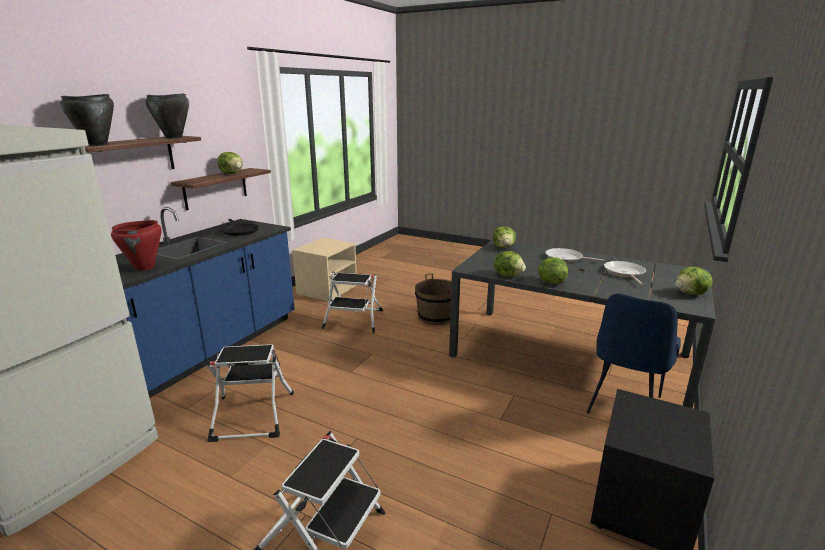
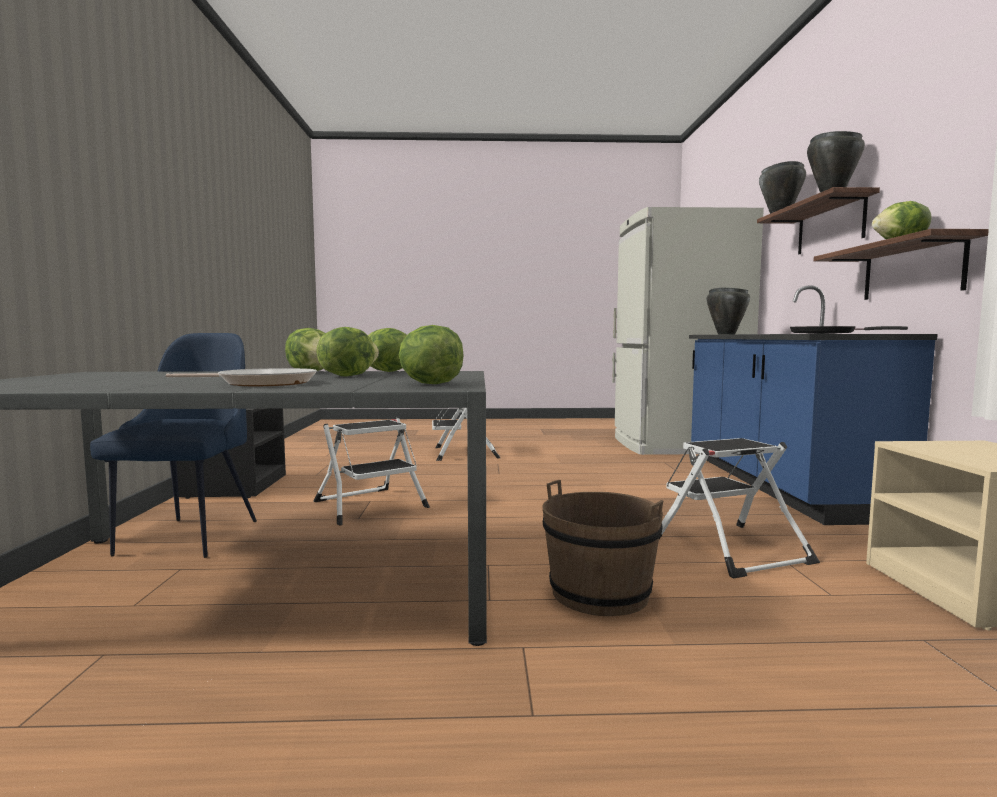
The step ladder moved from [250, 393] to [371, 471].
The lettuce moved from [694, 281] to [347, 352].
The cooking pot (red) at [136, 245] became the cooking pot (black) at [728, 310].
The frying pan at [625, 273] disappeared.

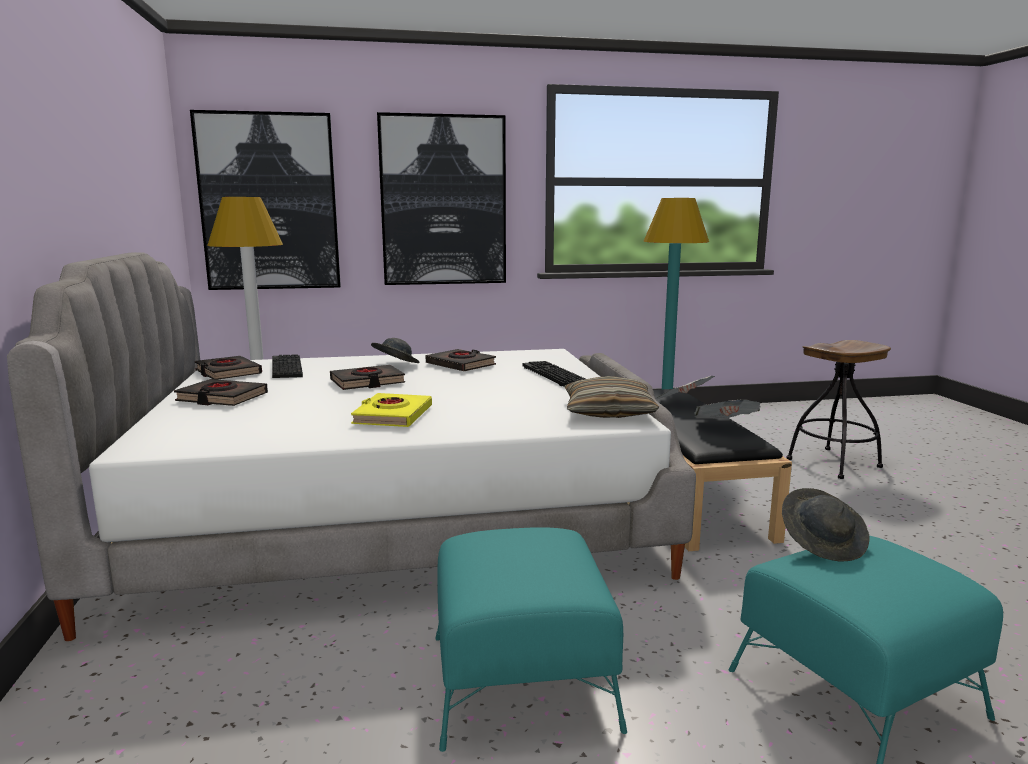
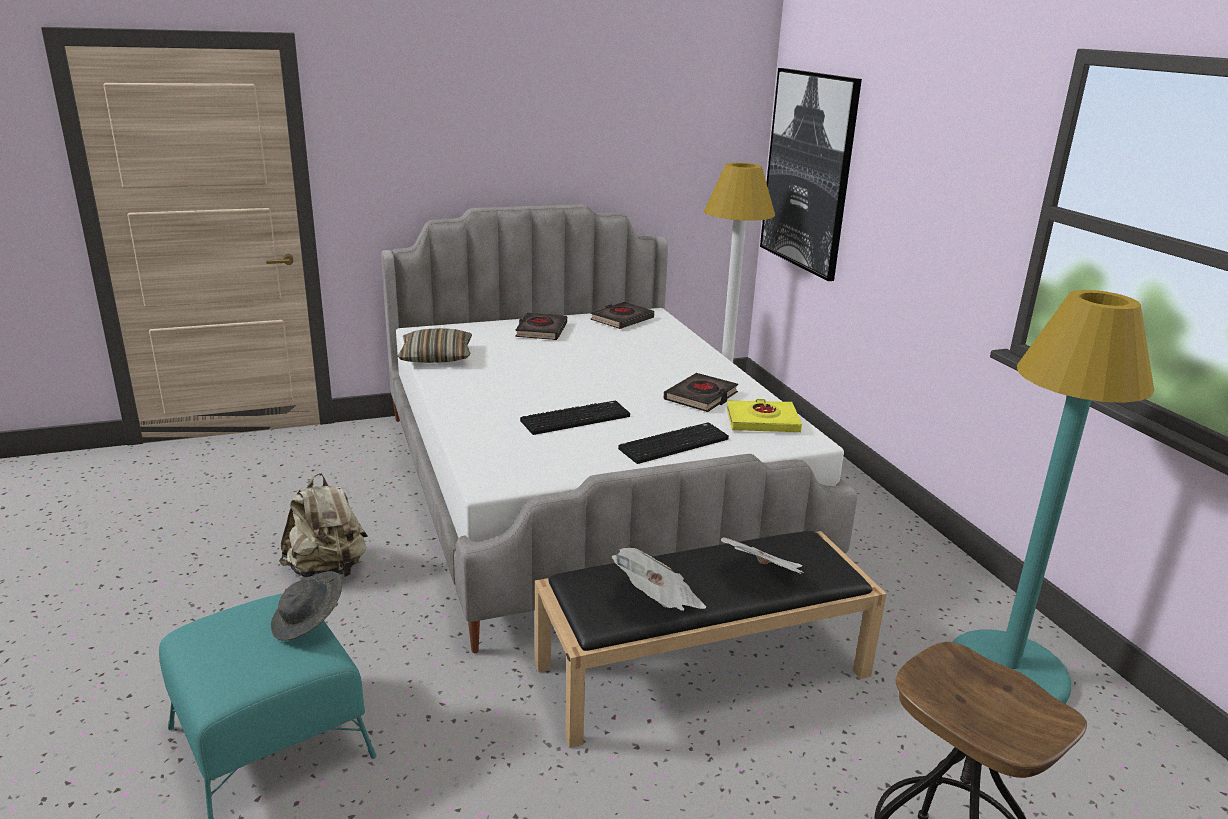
The ottoman (turquoise) at [531, 639] was replaced by the backpack (beige) at [323, 525].
The pillow moved from [611, 397] to [435, 345].
The keyboard moved from [287, 366] to [575, 417].
The book (yellow) moved from [391, 410] to [764, 415].
The book (black) at [367, 377] disappeared.
The hat (grey) at [395, 350] disappeared.
The picture at [441, 198] disappeared.

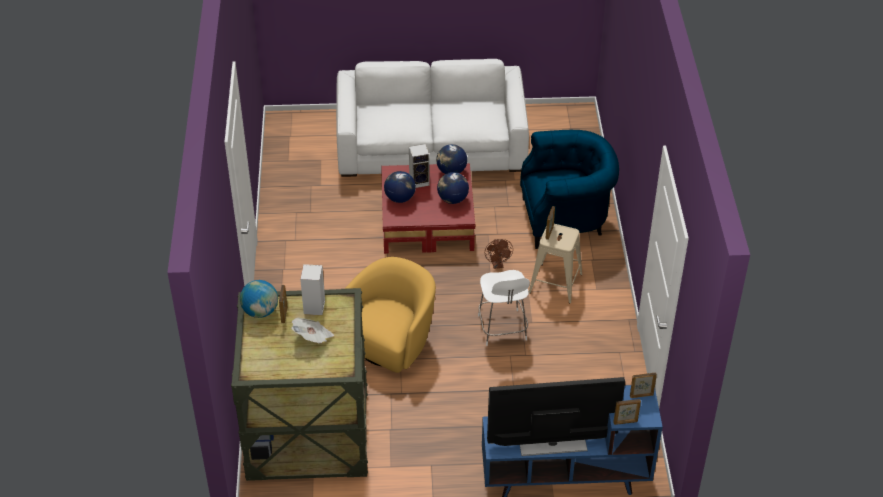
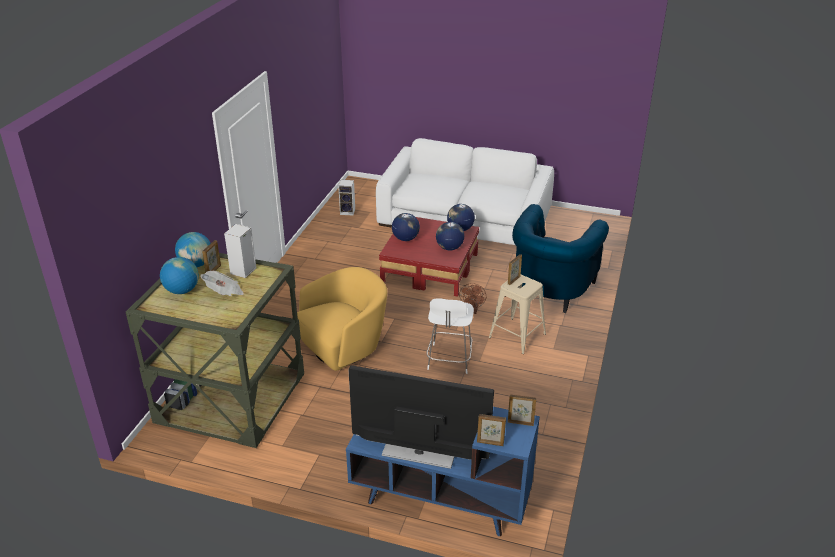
The globe at [179, 275] appeared.
The speaker moved from [419, 166] to [346, 198].
The armchair (blue) at [569, 189] turned 105 degrees clockwise.

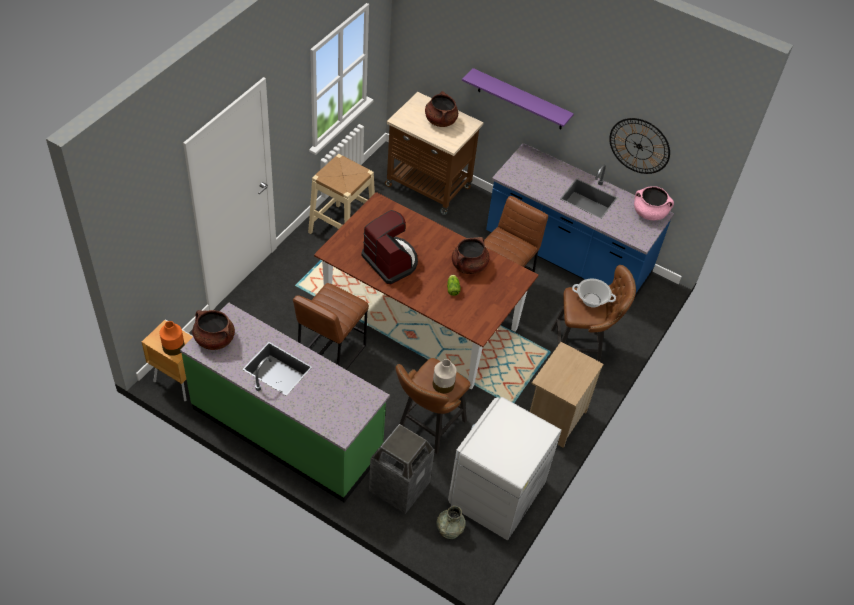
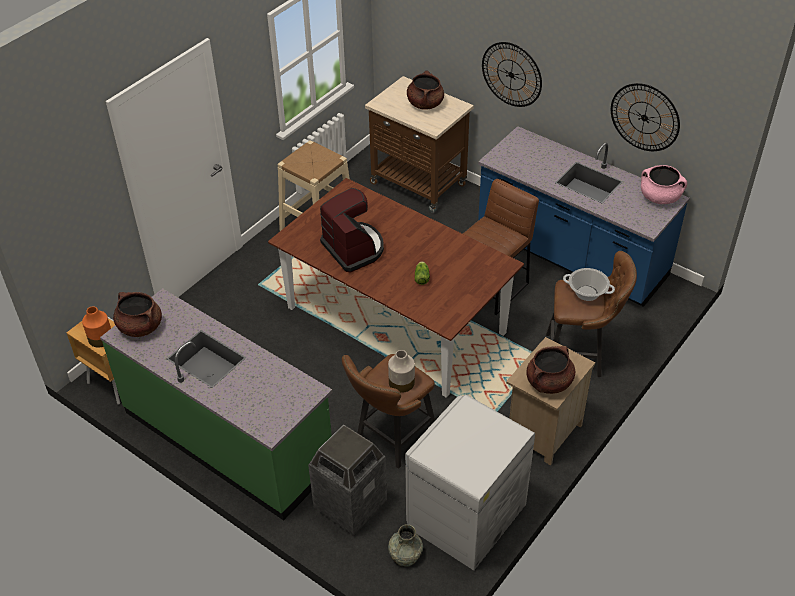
The shelf (purple) at [518, 98] was replaced by the wall clock at [512, 74].
The cooking pot (brown) moved from [471, 255] to [551, 370].
The chair (brown) at [331, 326] disappeared.

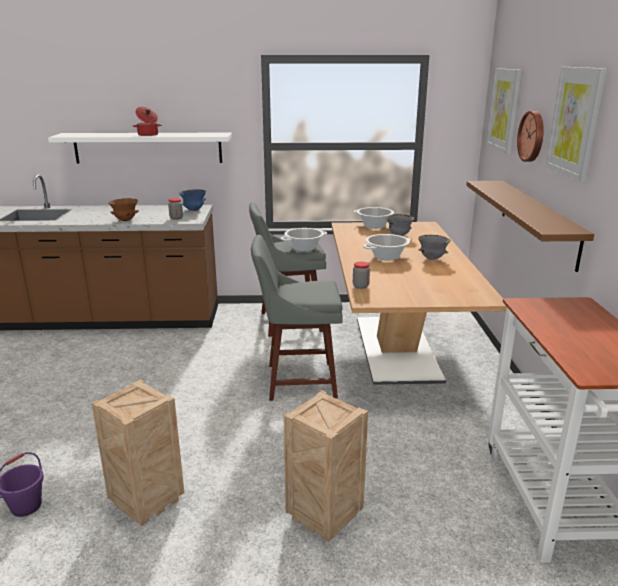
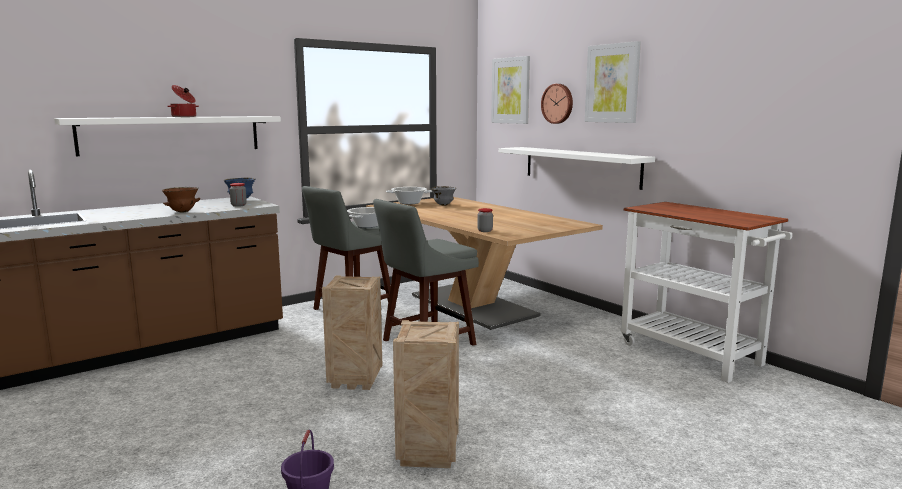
The crate moved from [325, 466] to [352, 332].
The shelf (brown) at [530, 226] became the shelf (white) at [577, 168].
The cooking pot at [387, 247] disappeared.
The bowl (grey) at [434, 247] disappeared.

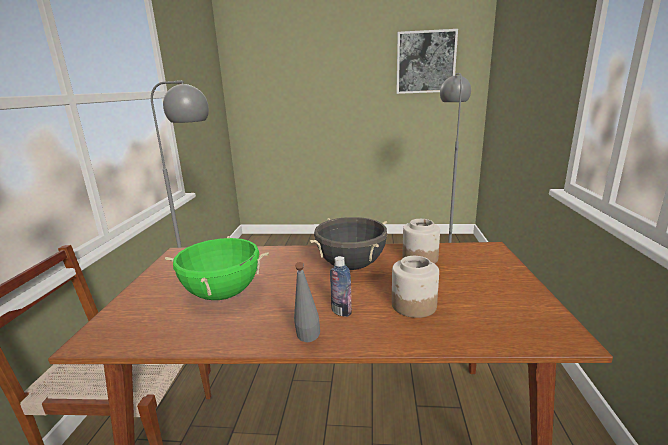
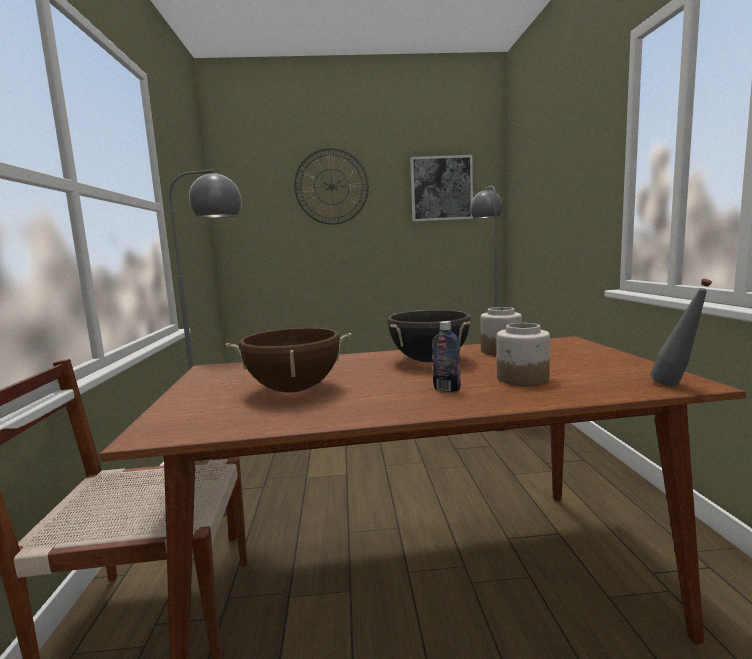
The cooking pot (green) at [217, 268] became the cooking pot (brown) at [288, 360].
The wall clock at [331, 186] appeared.
The bottle (grey) moved from [307, 302] to [681, 332].

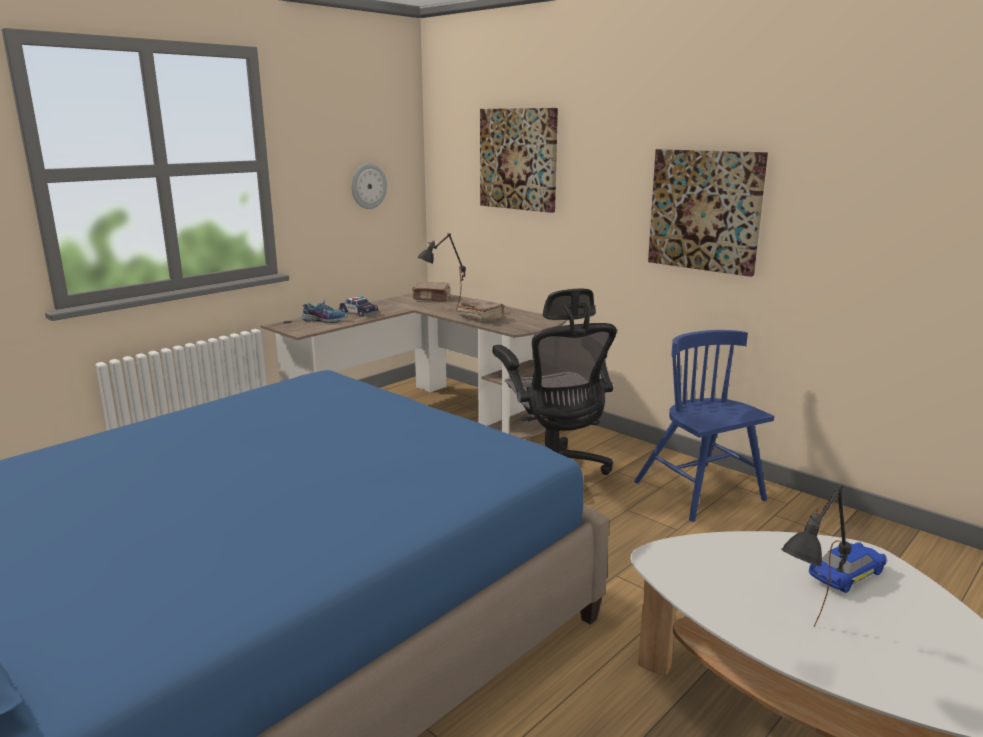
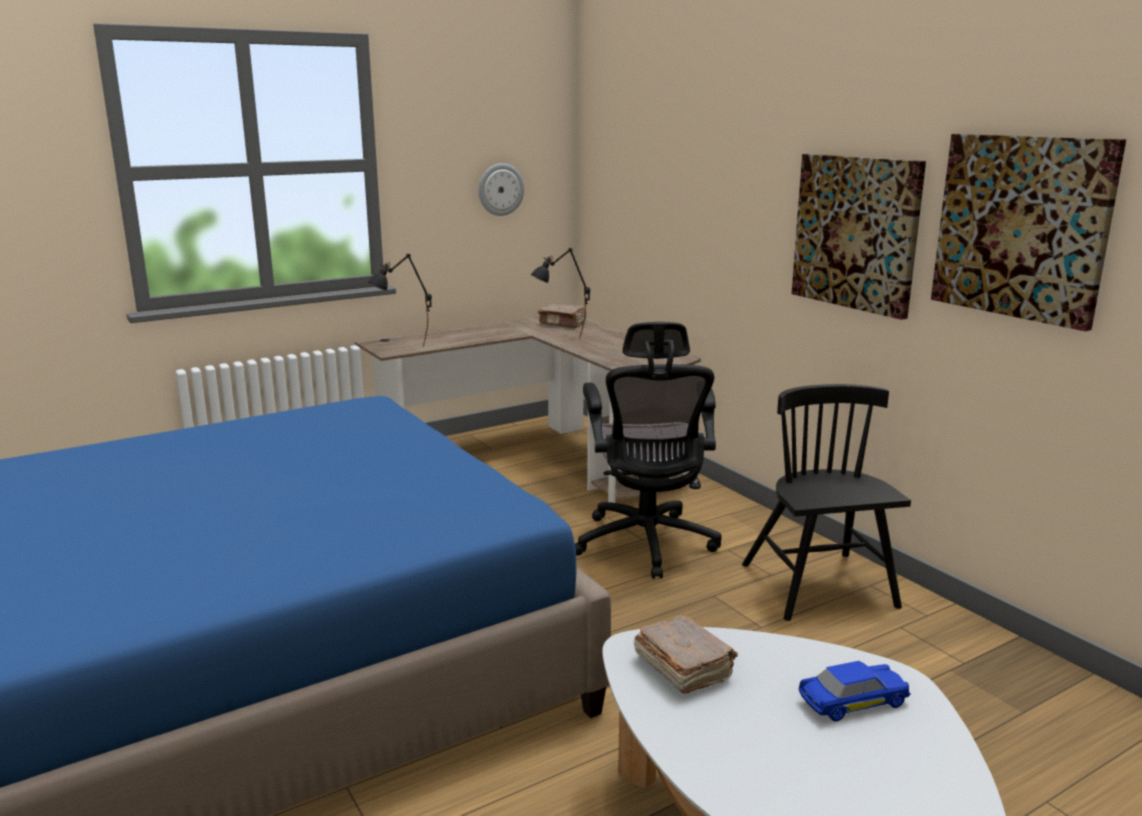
The table lamp (black) moved from [816, 556] to [399, 300].
The book (brown) moved from [481, 310] to [686, 654].
The chair (blue) at [704, 426] became the chair (black) at [826, 502].
The picture moved from [519, 160] to [1028, 232].
The shoe at [325, 311] disappeared.
The toy car at [359, 306] disappeared.

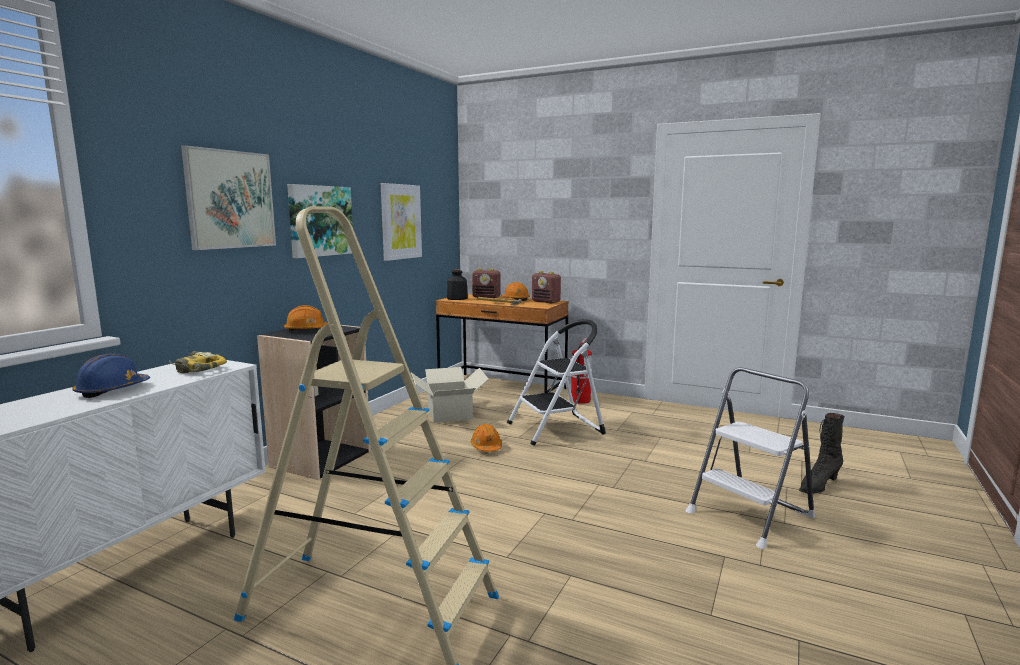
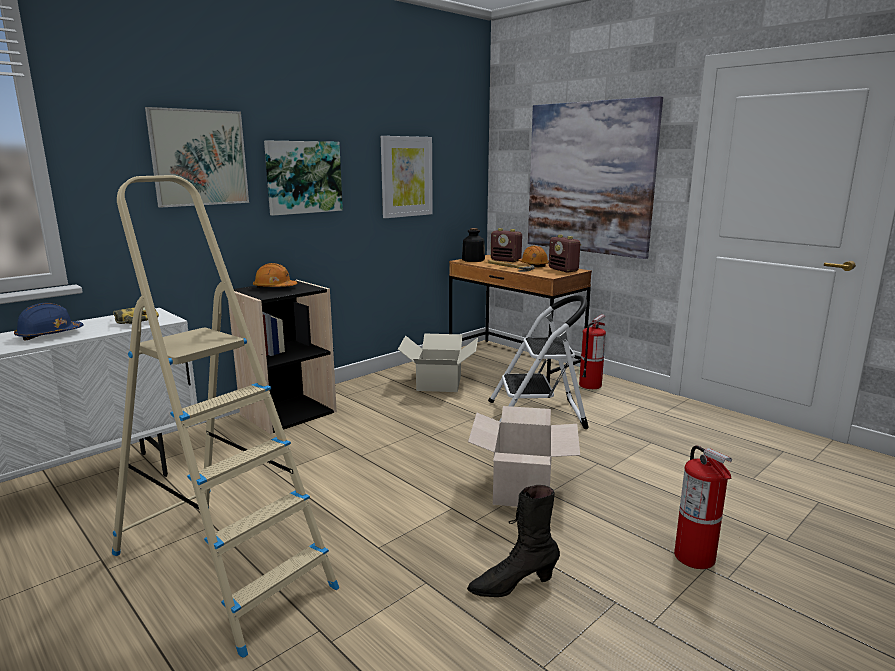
The boot (black) moved from [822, 453] to [513, 541].
The cardboard box at [524, 456] appeared.
The picture at [595, 177] appeared.
The step ladder (white) at [750, 458] was replaced by the fire extinguisher at [703, 507].
The hard hat (orange) at [486, 438] disappeared.

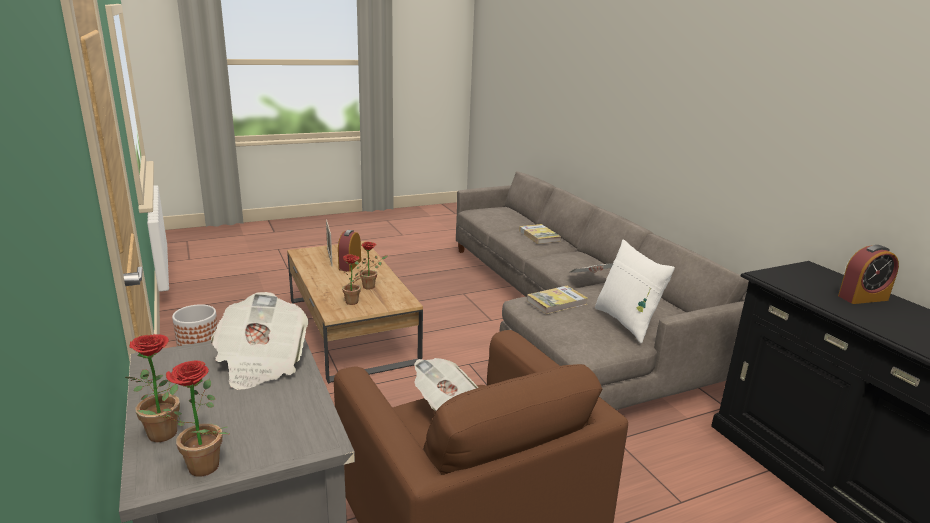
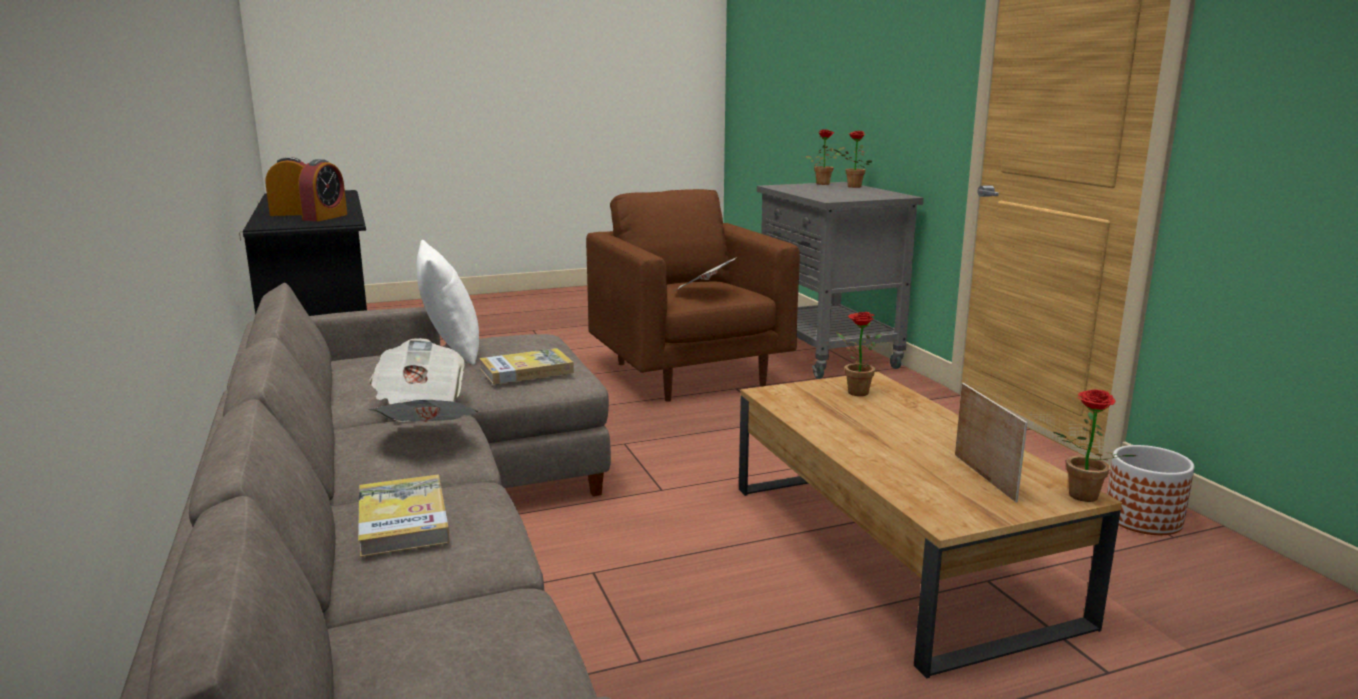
The alarm clock moved from [349, 251] to [322, 190].
The newspaper moved from [260, 341] to [423, 411].
The potted plant moved from [371, 265] to [1095, 445].

